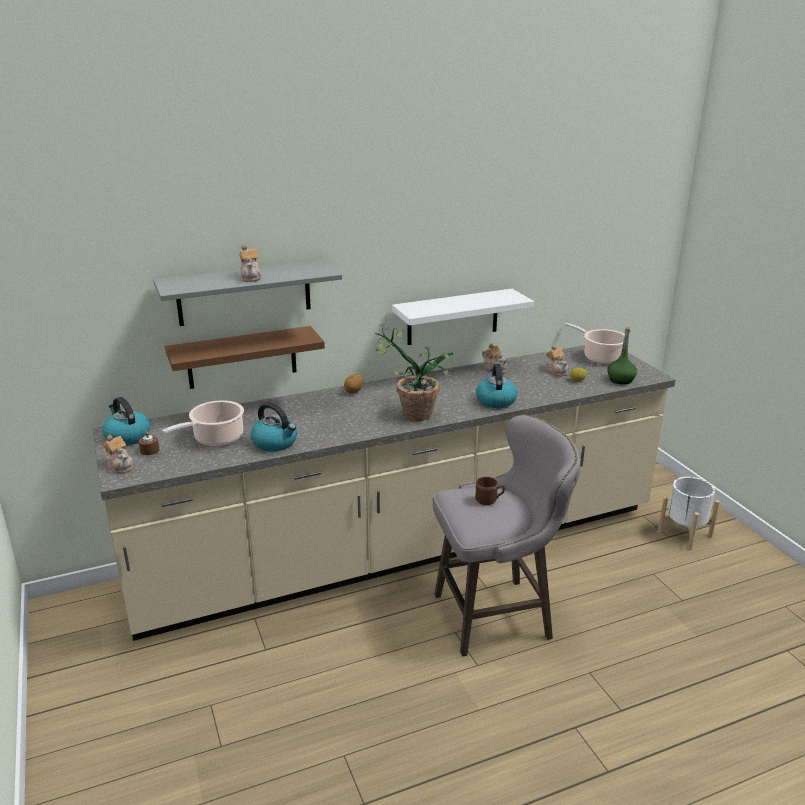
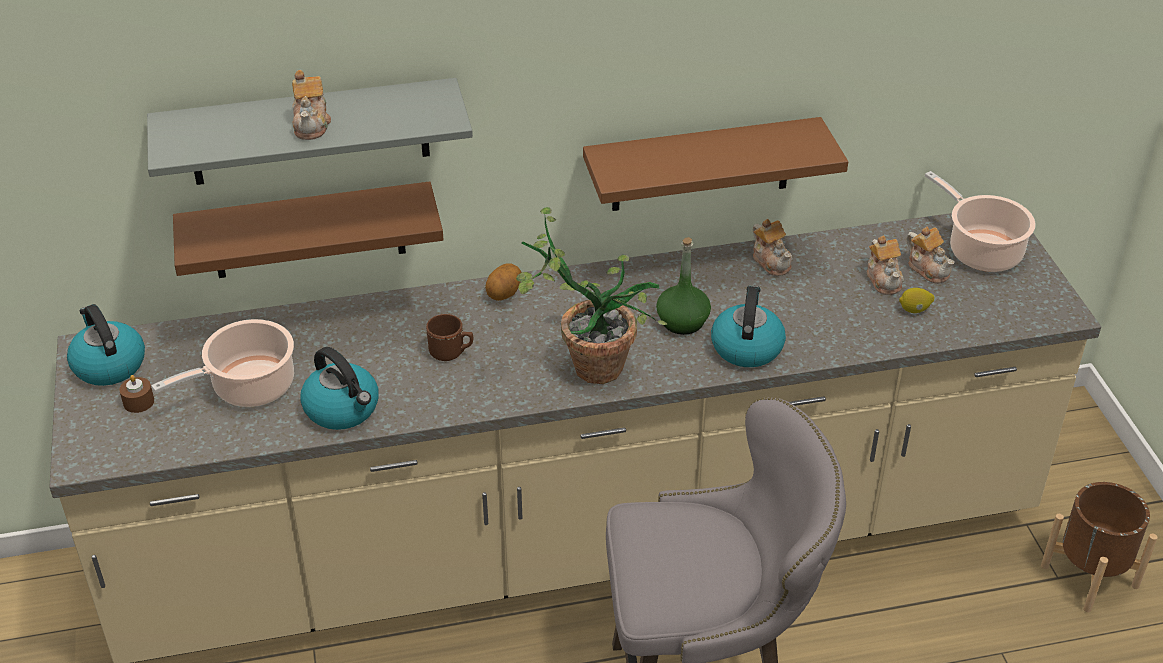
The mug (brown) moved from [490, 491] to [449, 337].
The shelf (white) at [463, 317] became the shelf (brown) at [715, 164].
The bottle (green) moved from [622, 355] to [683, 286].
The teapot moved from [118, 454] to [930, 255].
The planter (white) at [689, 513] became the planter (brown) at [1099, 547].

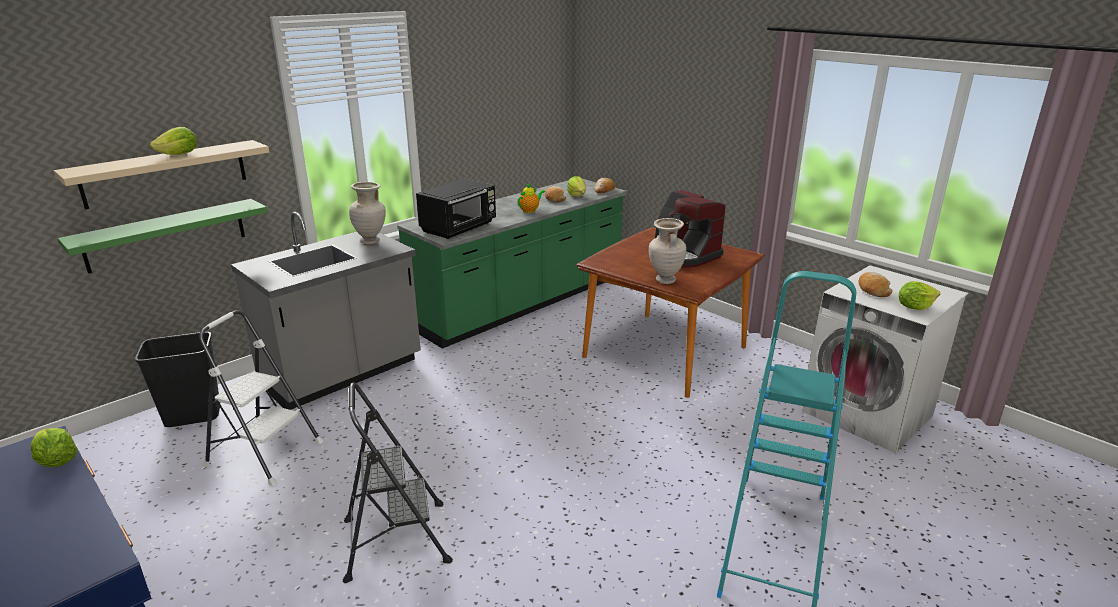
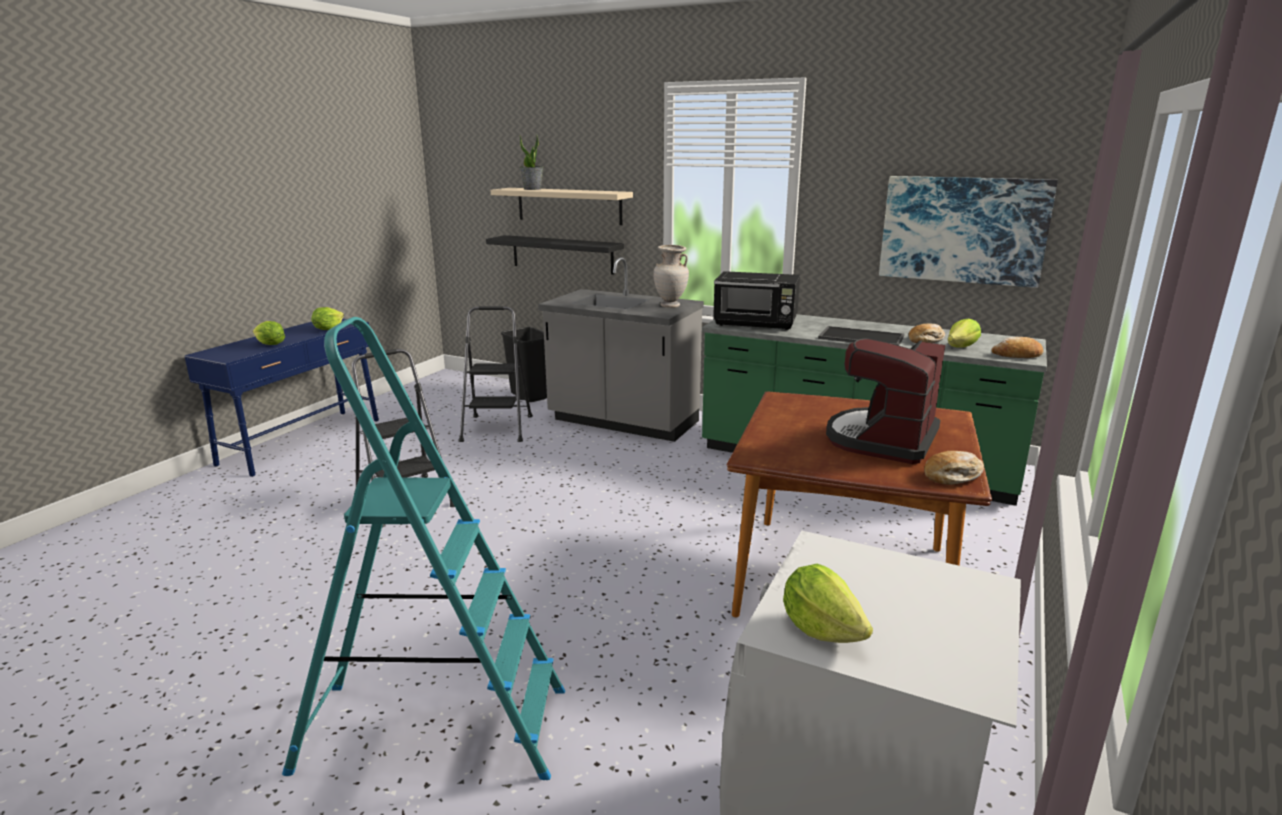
The lettuce moved from [173, 141] to [269, 333].
The step ladder (white) at [261, 398] became the step ladder (black) at [495, 374].
The shelf (green) at [163, 236] became the shelf (black) at [555, 255].
The potted plant at [532, 162] appeared.
The teapot at [531, 198] was replaced by the tray at [861, 336].
The picture at [968, 232] appeared.
The bread moved from [875, 284] to [954, 468].
The vase (beige) at [668, 251] disappeared.

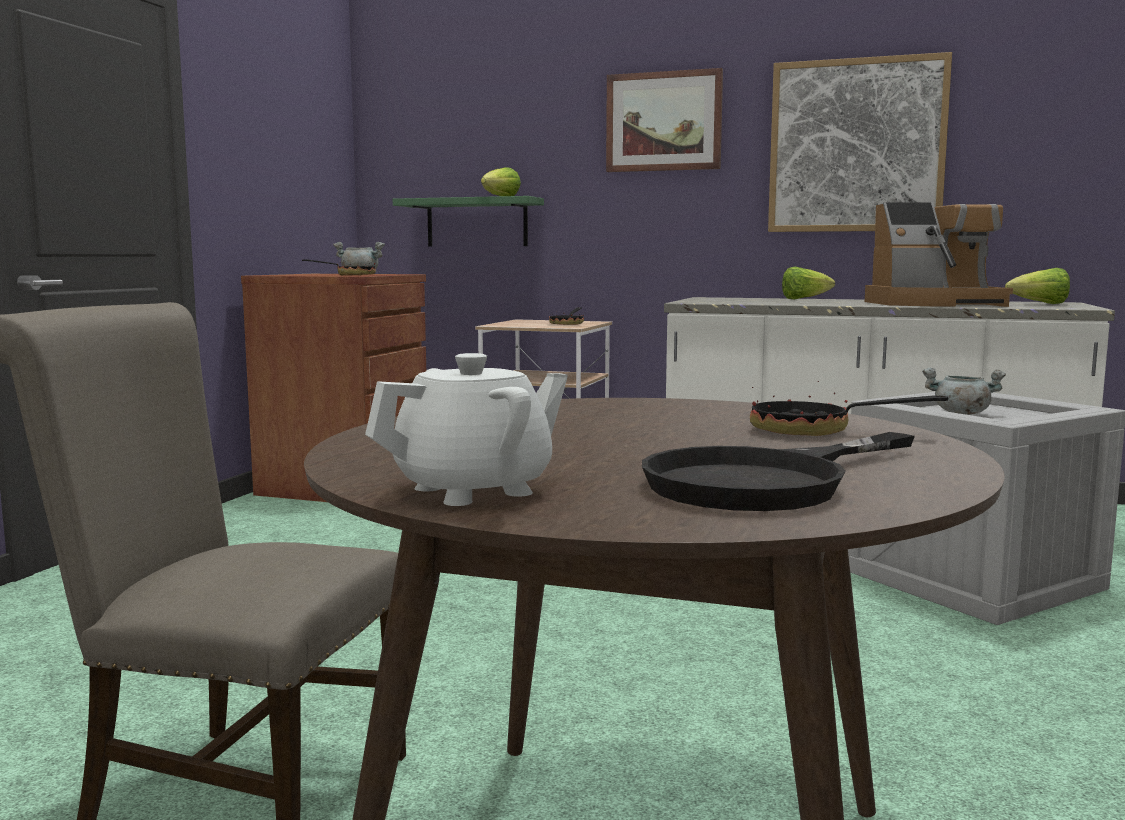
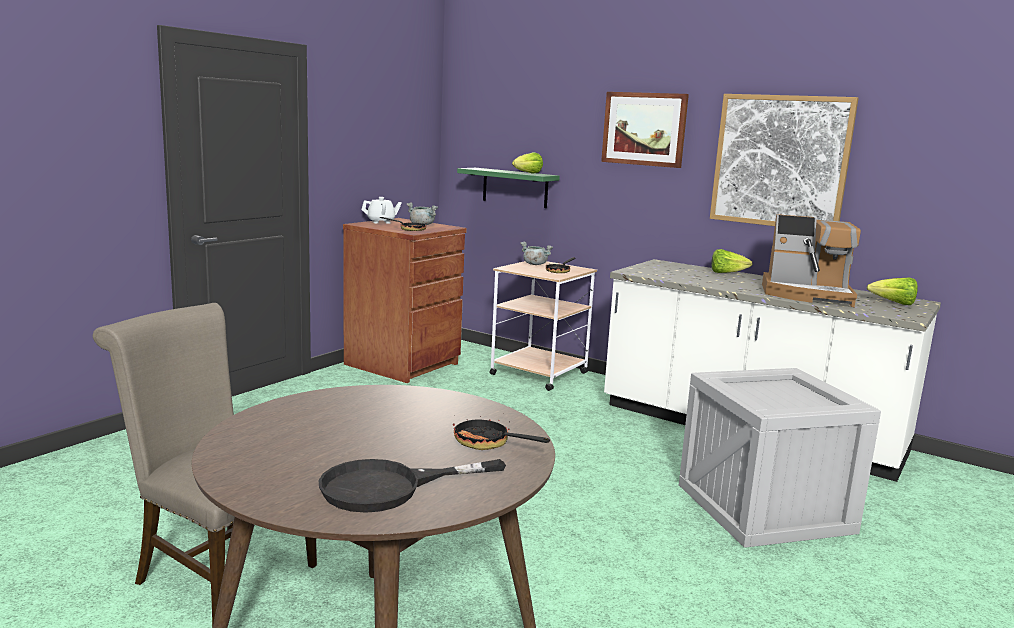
The teapot (white) moved from [466, 429] to [381, 210].
The cooking pot (grey) moved from [964, 391] to [536, 253].

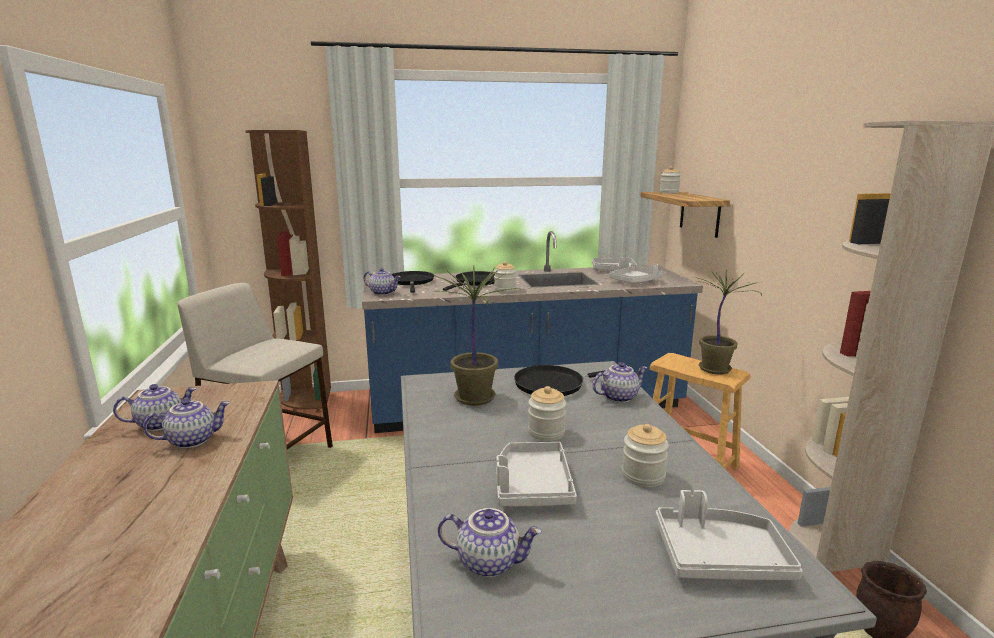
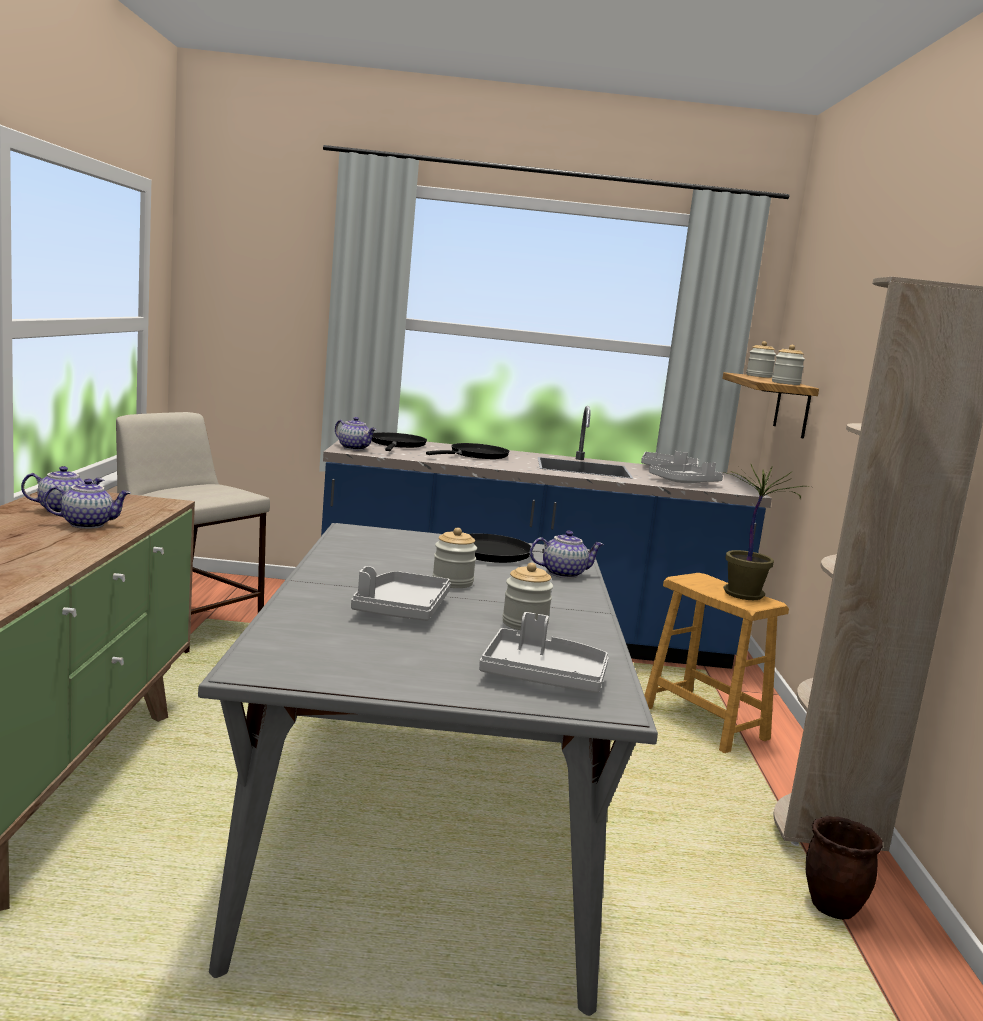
The jar moved from [505, 277] to [788, 365].
The bookcase (brown) at [288, 271] disappeared.
The potted plant at [477, 336] disappeared.
The teapot at [490, 542] disappeared.

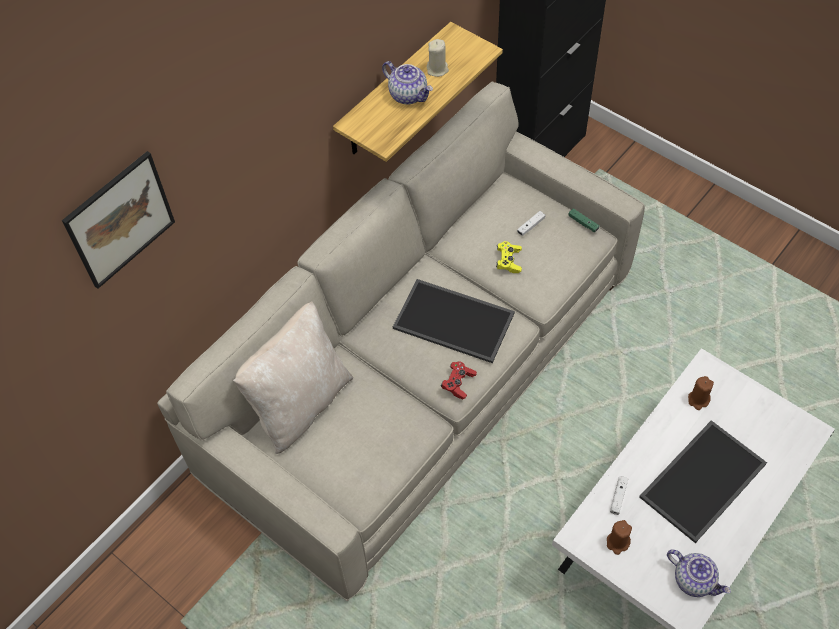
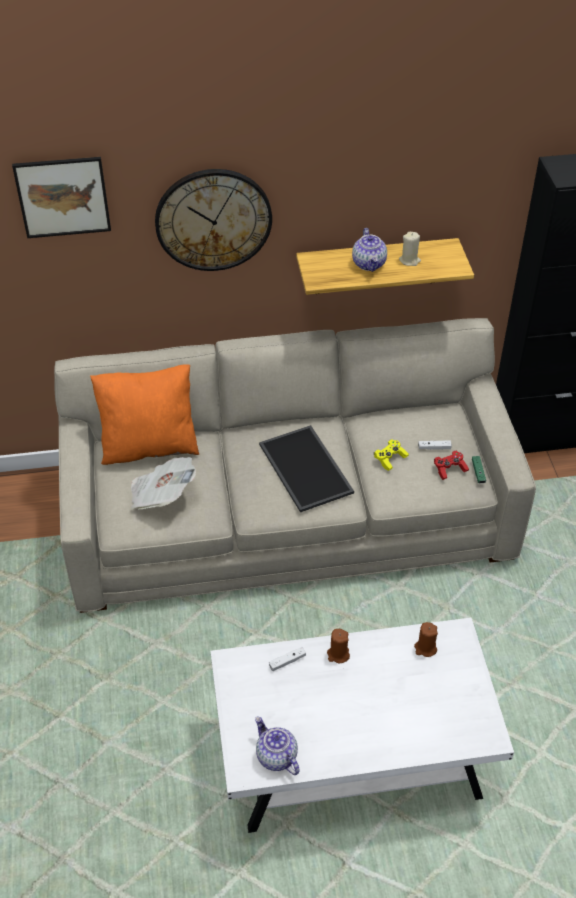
The pillow (beige) at [293, 377] became the pillow (orange) at [144, 414].
The newspaper at [163, 483] appeared.
The wall clock at [213, 220] appeared.
The teapot at [699, 573] turned 150 degrees clockwise.
The candle (brown) moved from [619, 537] to [338, 646].
The game controller (red) moved from [459, 380] to [451, 465].
The tray at [703, 481] disappeared.

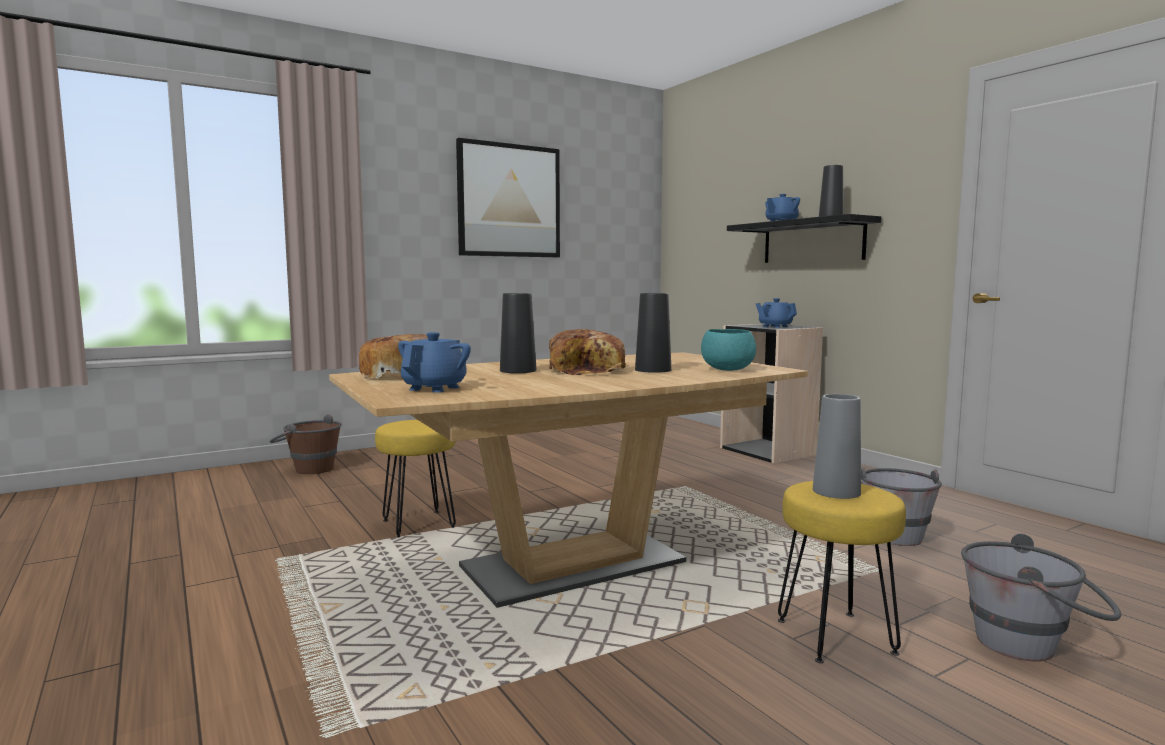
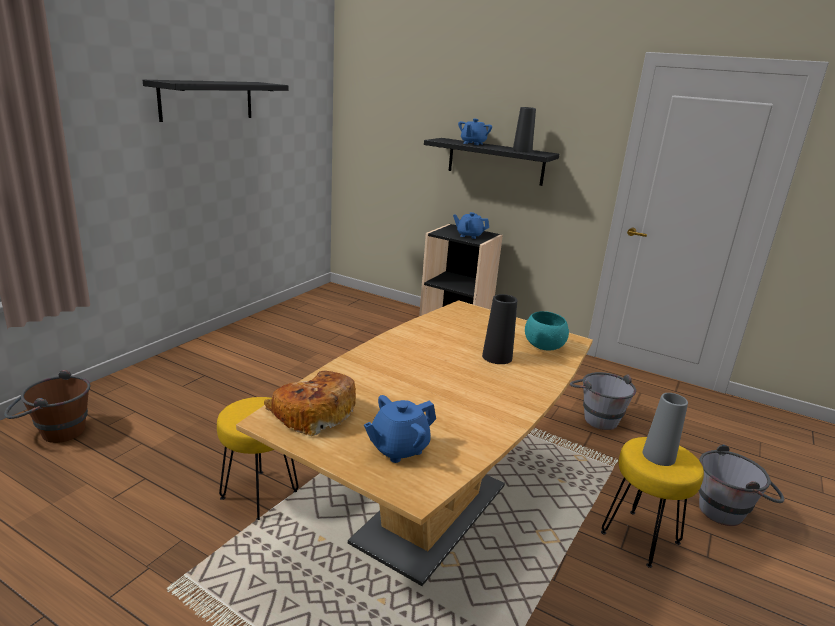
The picture at [508, 197] was replaced by the shelf (black) at [216, 101].
The teapot (blue) at [434, 362] turned 120 degrees counterclockwise.
The vase (black) at [518, 333] disappeared.
The bread at [587, 352] disappeared.

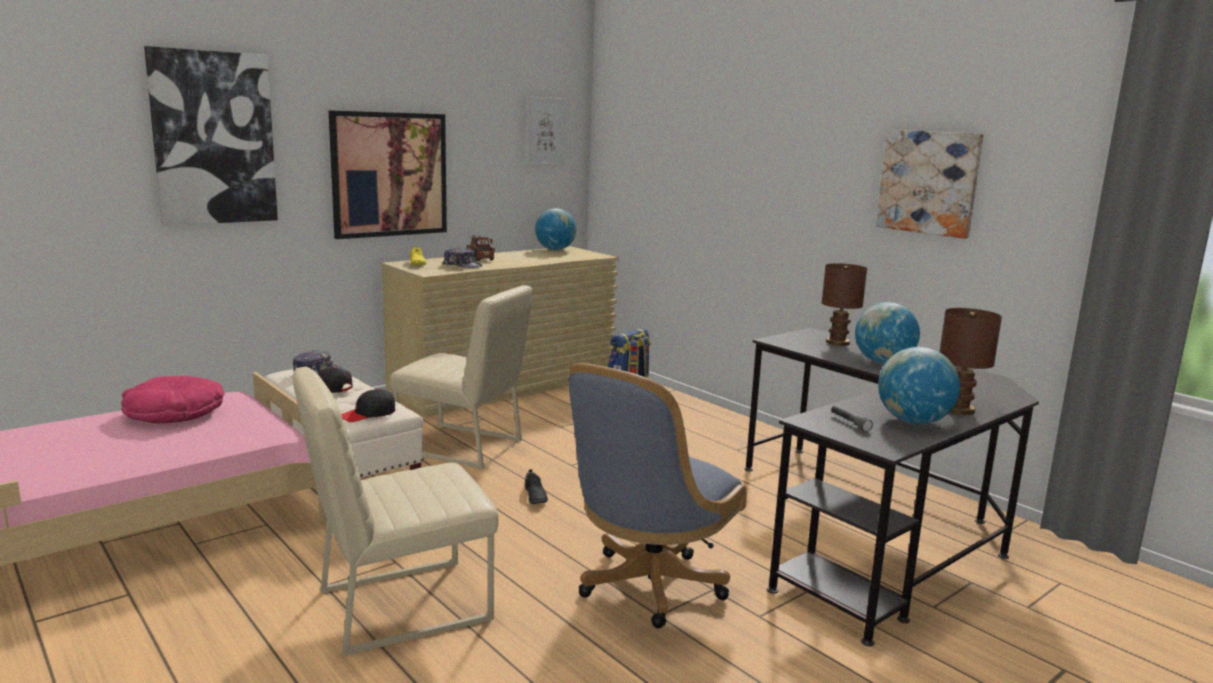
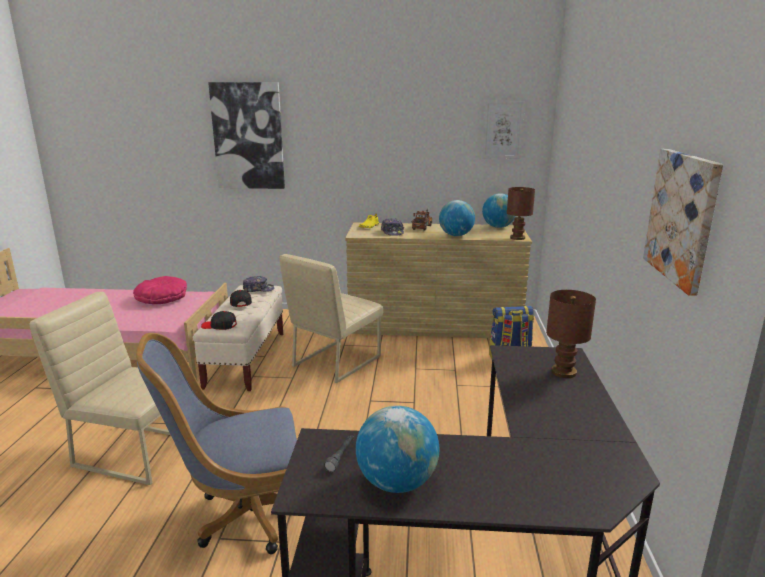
The chair (beige) at [461, 377] turned 60 degrees clockwise.
The globe moved from [887, 333] to [457, 218].
The table lamp (brown) moved from [970, 361] to [521, 213].
The picture at [387, 174] disappeared.
The shoe (black) at [536, 486] disappeared.

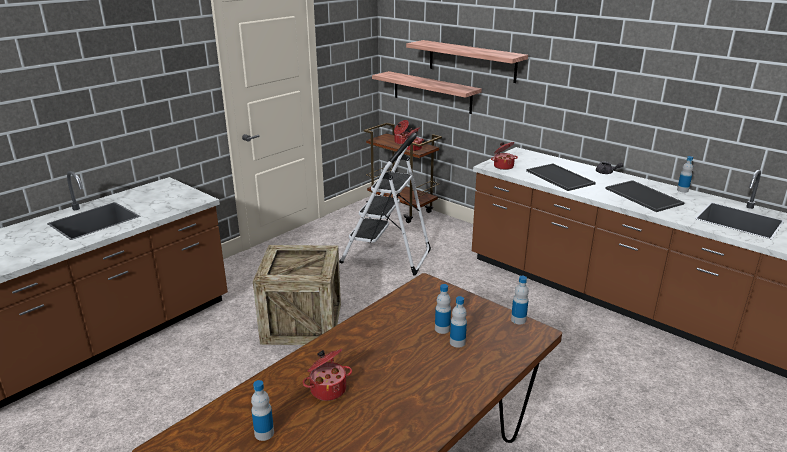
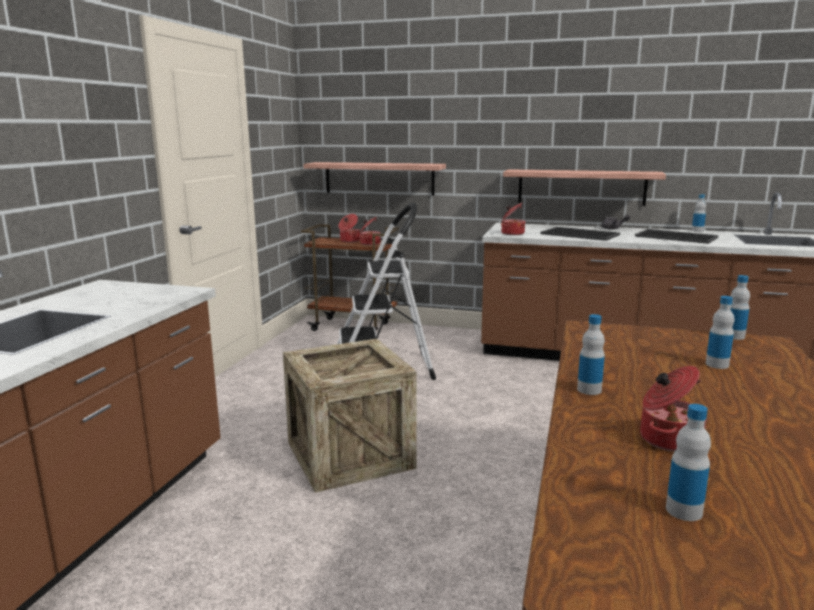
The shelf moved from [467, 61] to [584, 187].
The bottle moved from [443, 309] to [591, 354].

